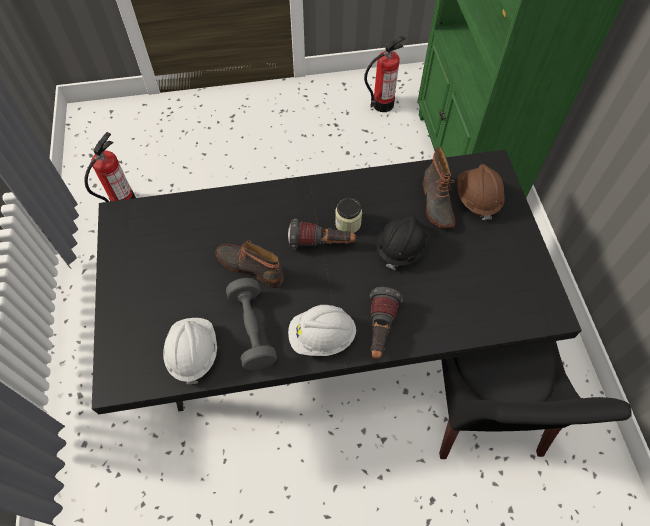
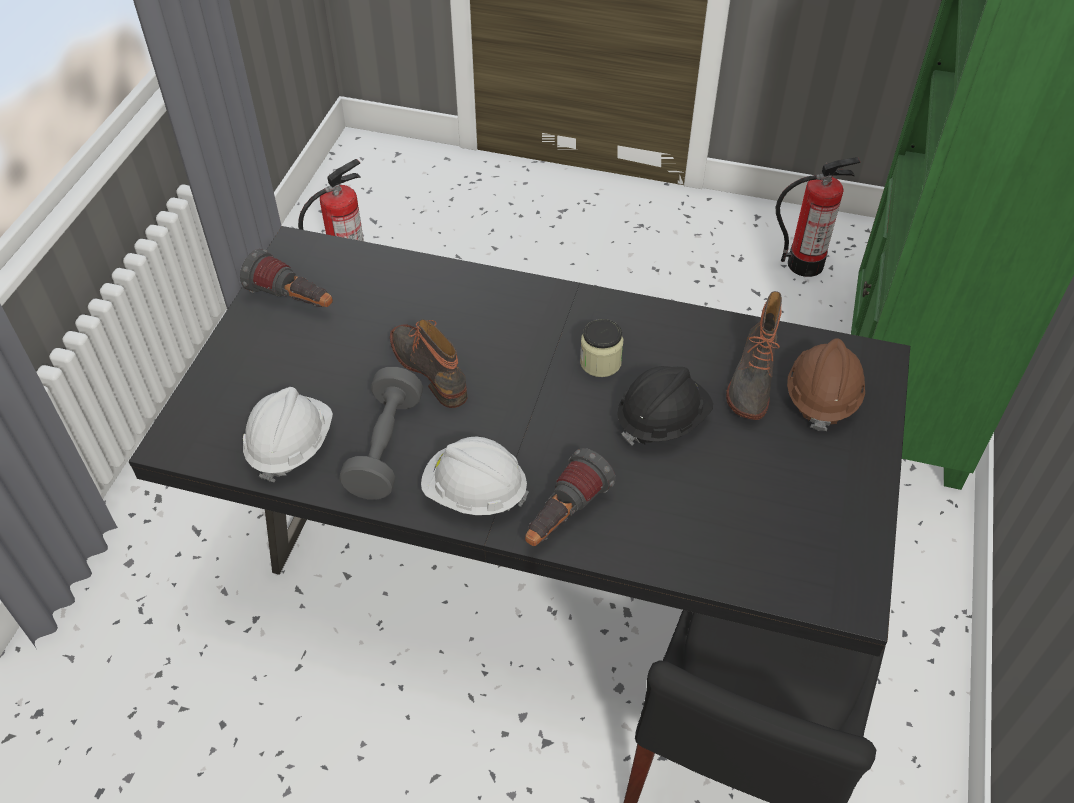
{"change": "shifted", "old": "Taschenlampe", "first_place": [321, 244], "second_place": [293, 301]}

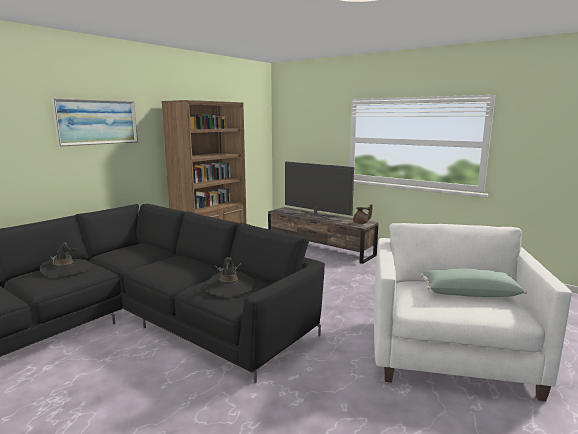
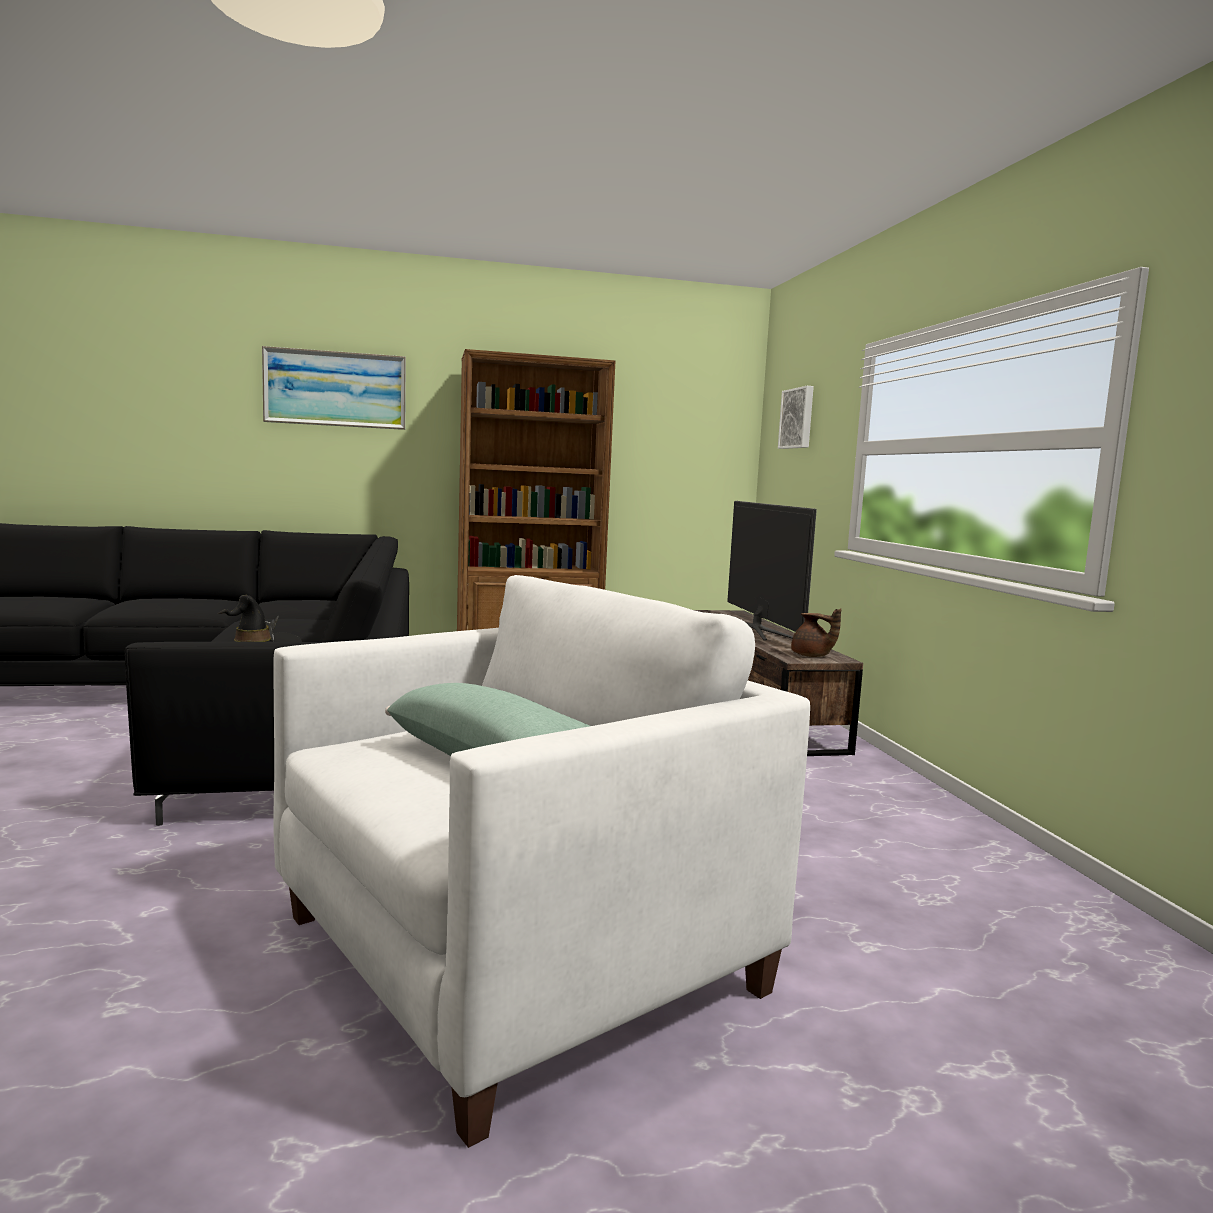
{"change": "new", "new": "Bild", "second_place": [798, 418]}
{"change": "gone", "old": "Hut/schwarz", "first_place": [66, 269]}

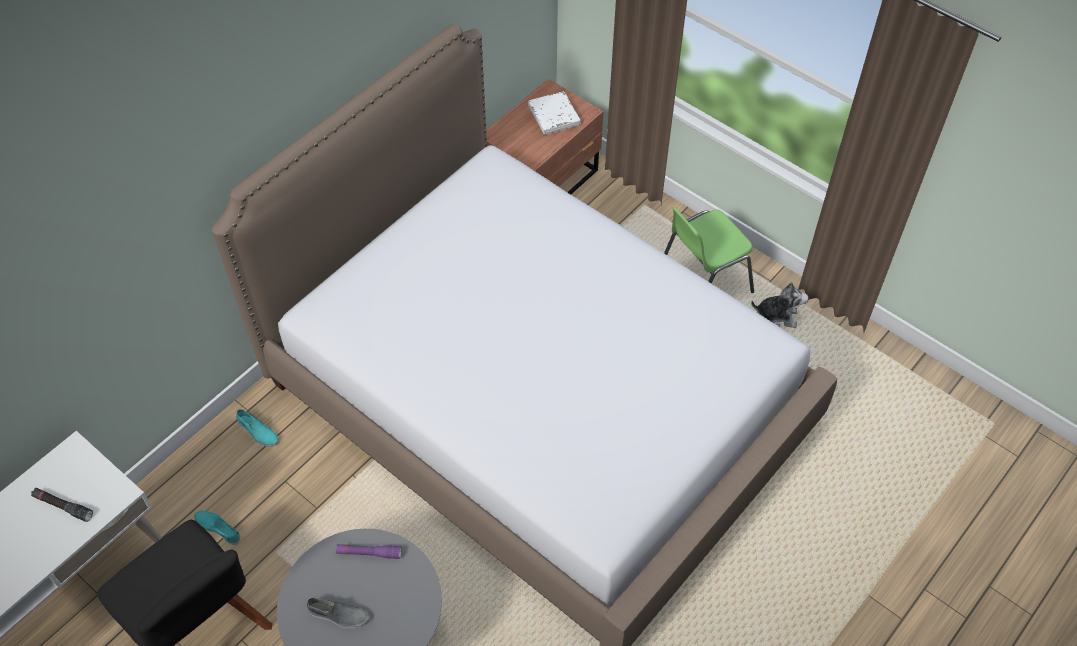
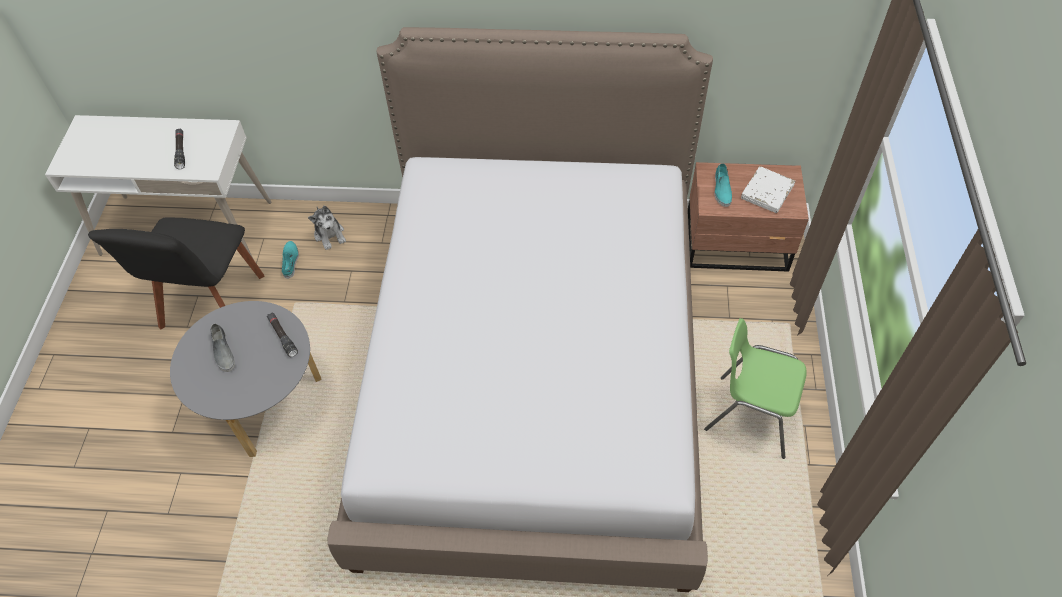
{"change": "repainted", "old": "Taschenlampe/lila", "new": "Taschenlampe/schwarz", "first_place": [369, 553], "second_place": [282, 336]}
{"change": "shifted", "old": "Plüschtier", "first_place": [777, 316], "second_place": [330, 235]}
{"change": "shifted", "old": "Schuh/türkis", "first_place": [258, 432], "second_place": [722, 189]}

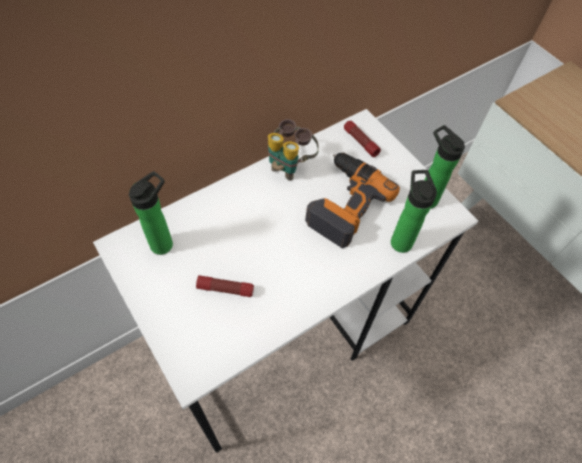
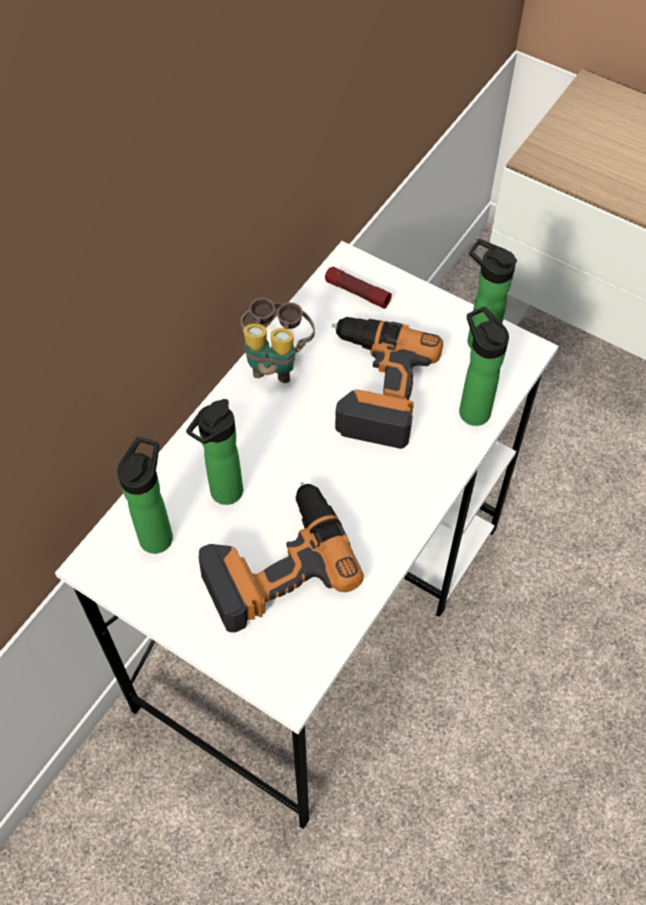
{"change": "new", "new": "Flasche", "second_place": [223, 495]}
{"change": "swapped", "old": "Taschenlampe", "new": "Bohrmaschine", "first_place": [225, 289], "second_place": [275, 562]}

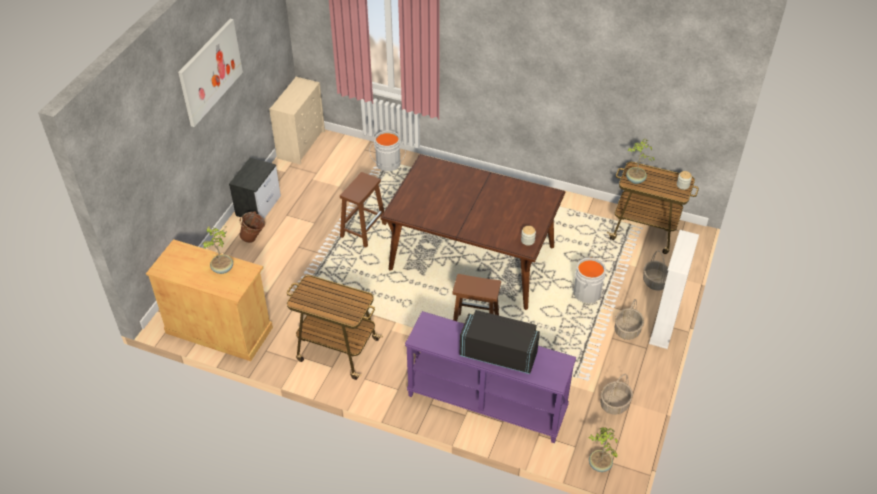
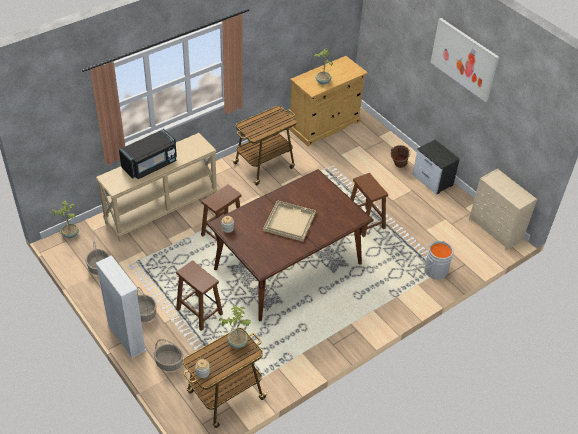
{"change": "repainted", "old": "Konsolentisch/lila", "new": "Konsolentisch/beige", "first_place": [486, 404], "second_place": [161, 208]}
{"change": "swapped", "old": "Eimer/grau", "new": "Hocker/braun", "first_place": [585, 292], "second_place": [199, 311]}
{"change": "new", "new": "Tablett/beige", "second_place": [289, 221]}

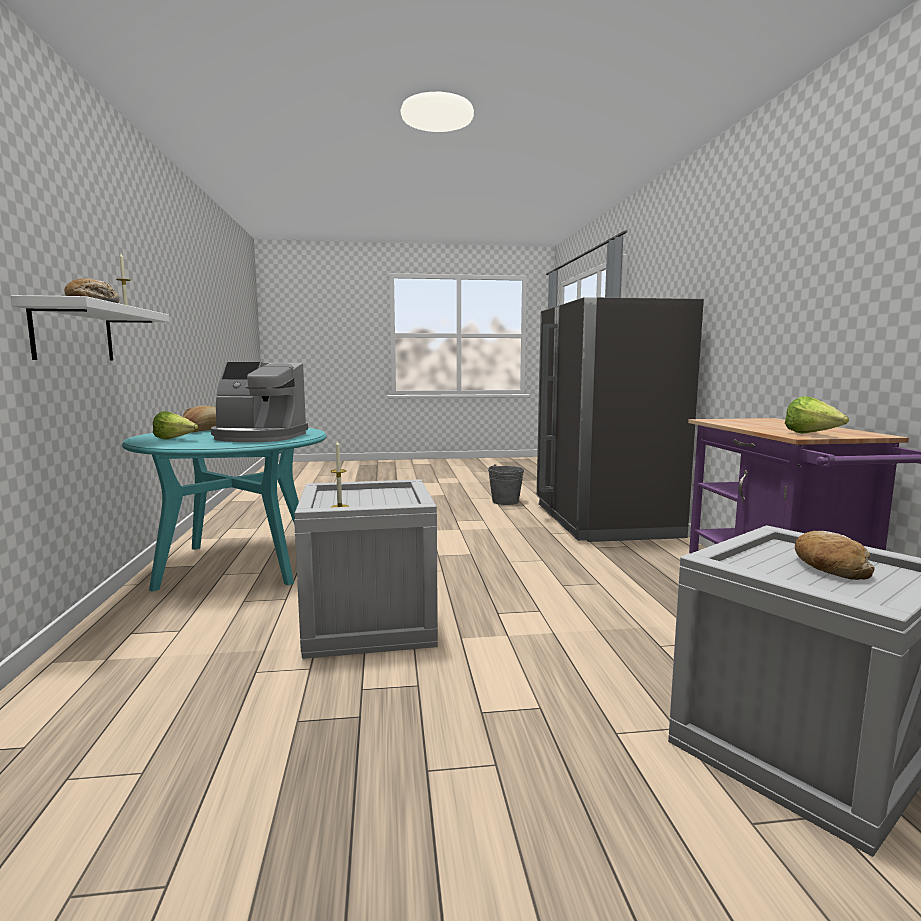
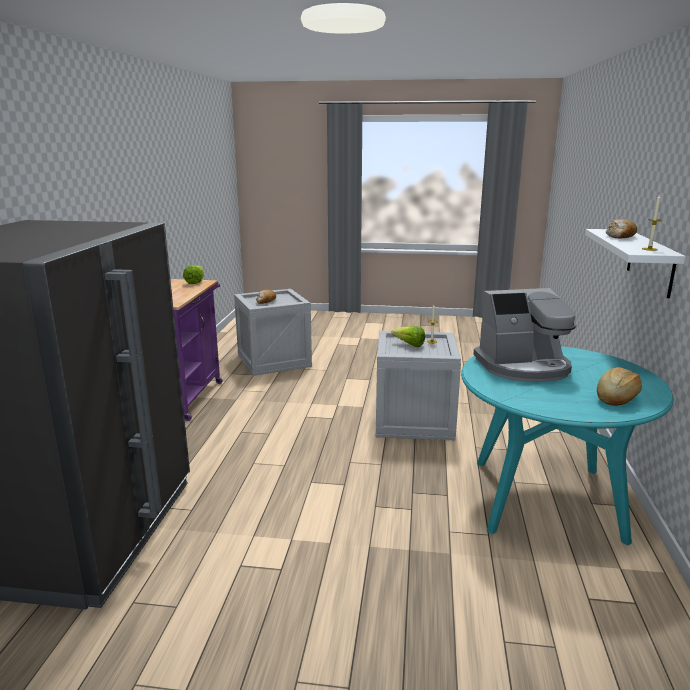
{"change": "shifted", "old": "Salatkopf", "first_place": [174, 439], "second_place": [409, 345]}
{"change": "rotated", "old": "Kaffeemaschine", "first_place": [259, 437], "second_place": [523, 367], "degrees": 150}
{"change": "gone", "old": "Eimer/grau", "first_place": [505, 501]}

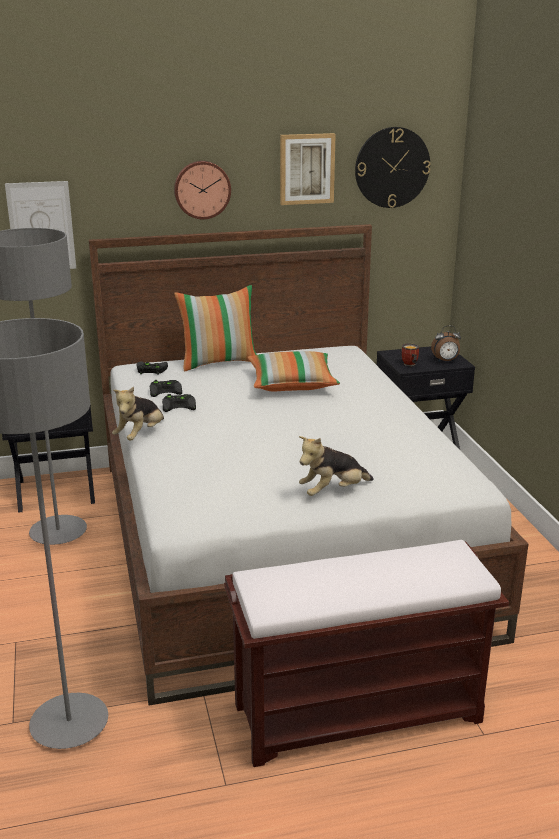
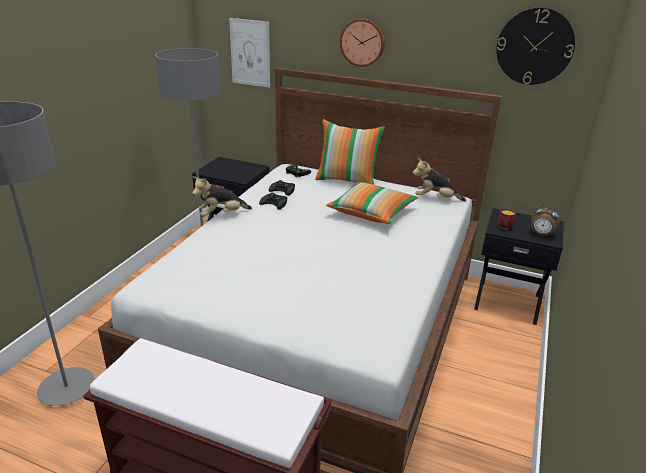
{"change": "shifted", "old": "Plüschtier", "first_place": [333, 492], "second_place": [435, 199]}
{"change": "gone", "old": "Bild", "first_place": [306, 169]}

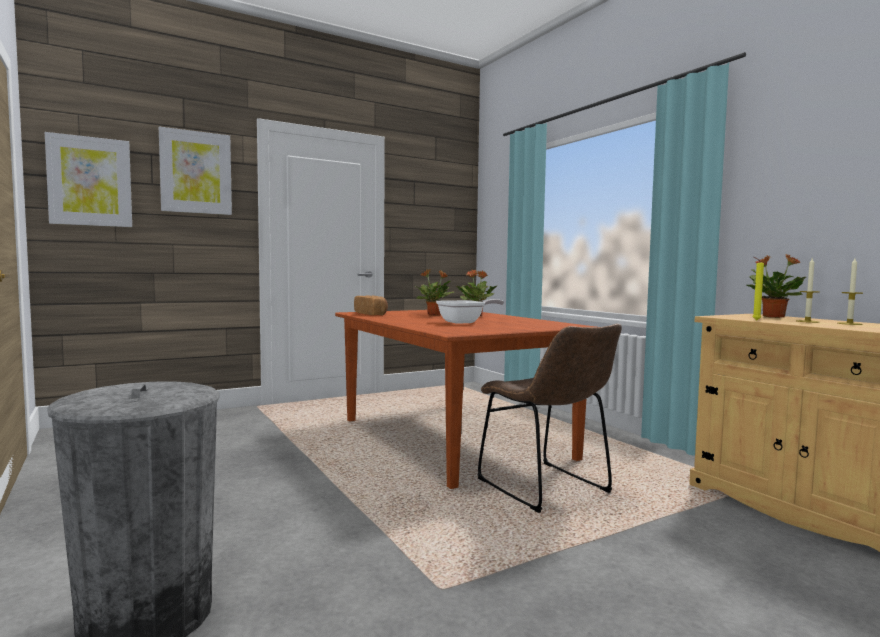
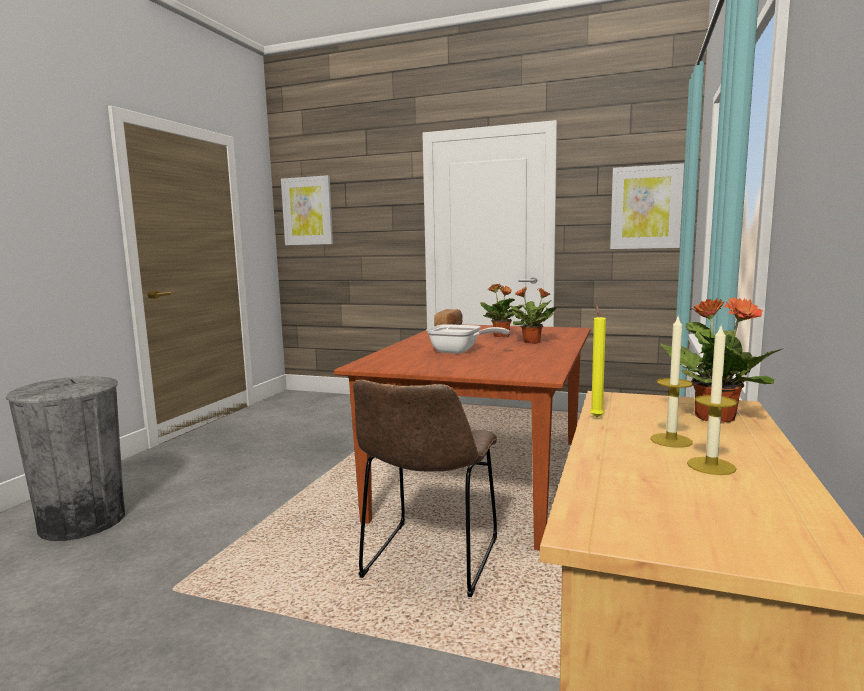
{"change": "shifted", "old": "Bild", "first_place": [196, 172], "second_place": [645, 207]}

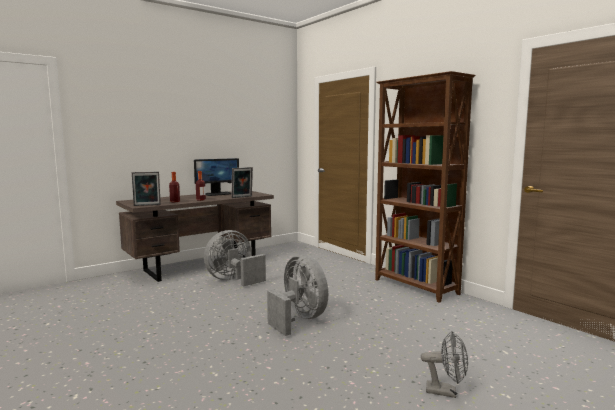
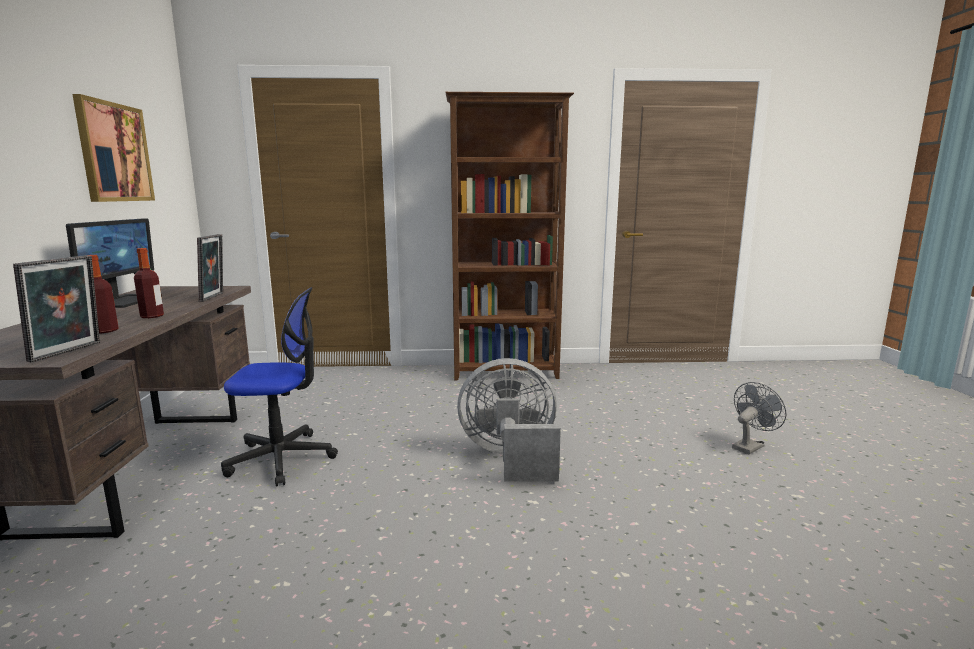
{"change": "new", "new": "Bild", "second_place": [114, 152]}
{"change": "swapped", "old": "Ventilator/grau", "new": "Bürostuhl", "first_place": [234, 280], "second_place": [282, 458]}

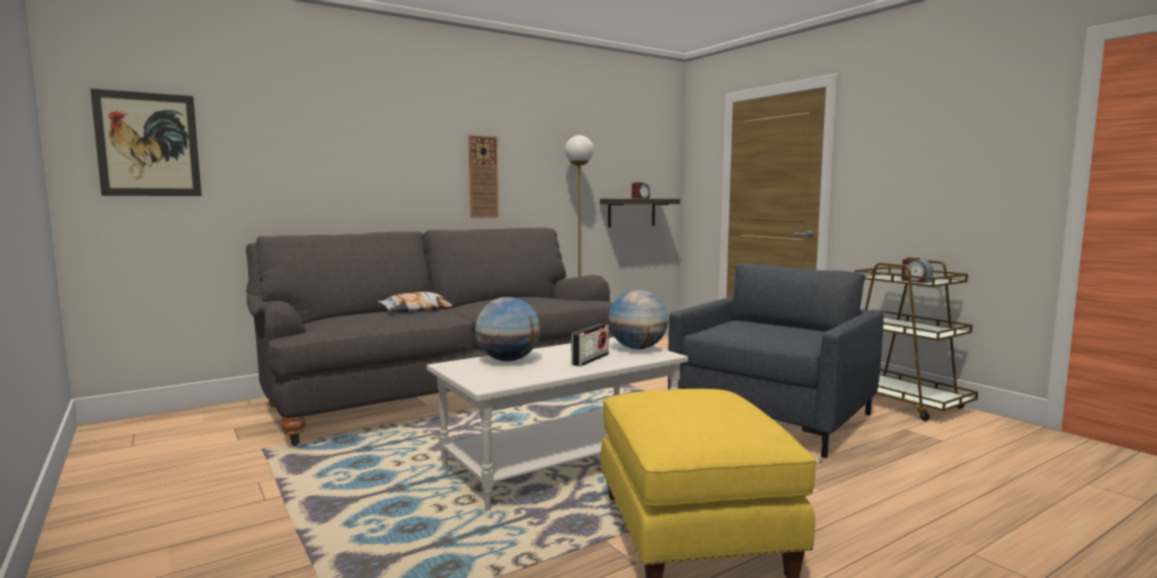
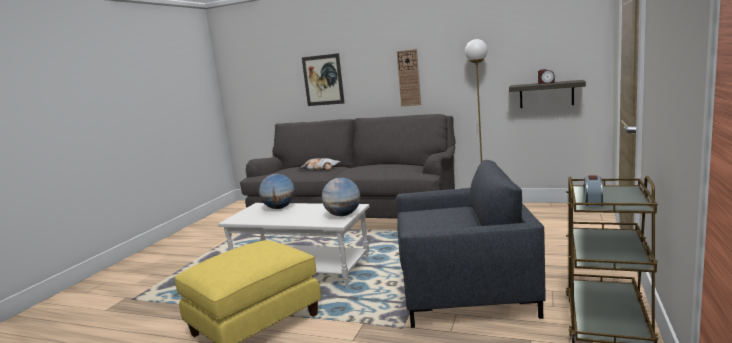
{"change": "shifted", "old": "Bild", "first_place": [148, 144], "second_place": [323, 80]}
{"change": "gone", "old": "Radio", "first_place": [590, 359]}

